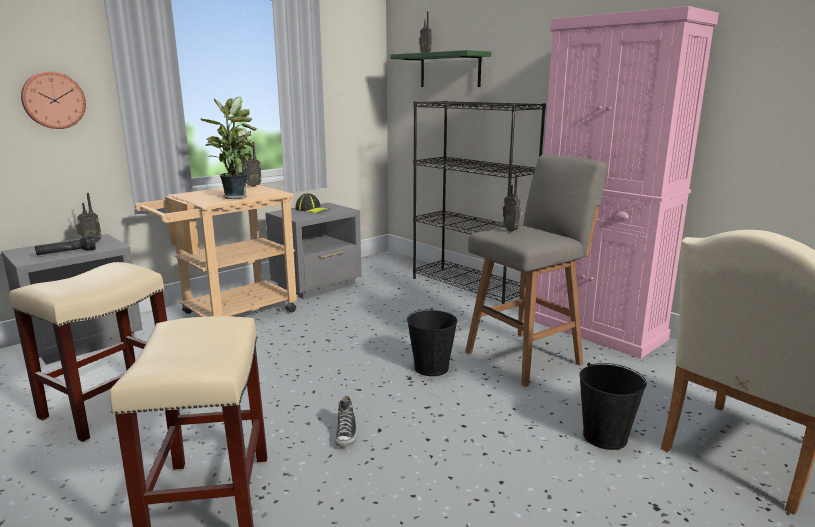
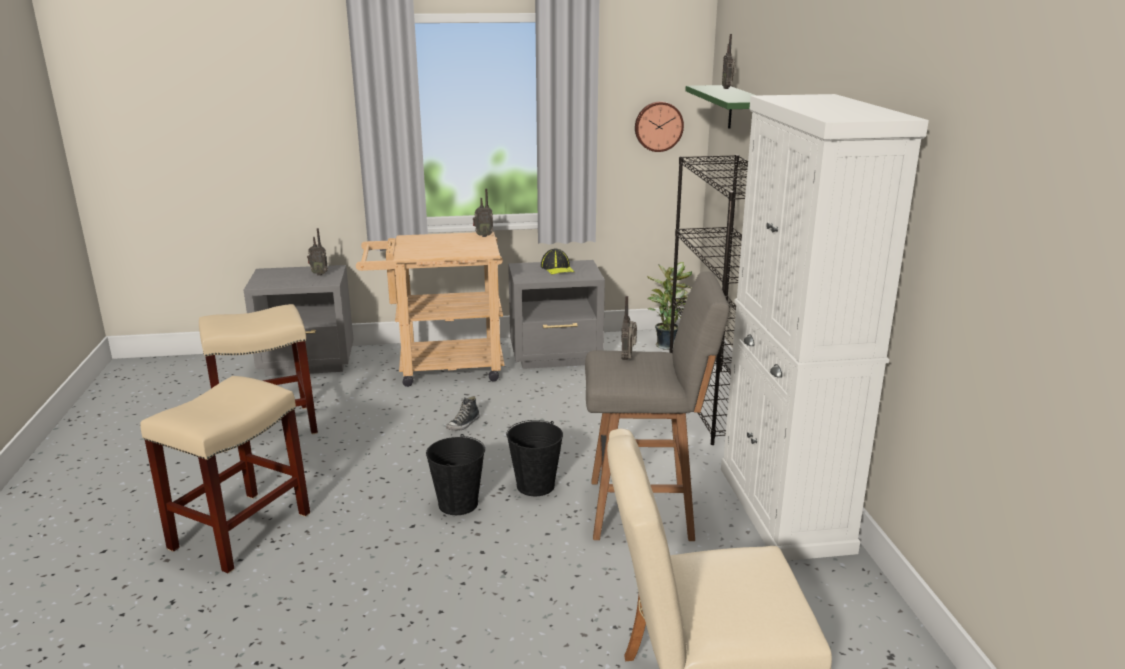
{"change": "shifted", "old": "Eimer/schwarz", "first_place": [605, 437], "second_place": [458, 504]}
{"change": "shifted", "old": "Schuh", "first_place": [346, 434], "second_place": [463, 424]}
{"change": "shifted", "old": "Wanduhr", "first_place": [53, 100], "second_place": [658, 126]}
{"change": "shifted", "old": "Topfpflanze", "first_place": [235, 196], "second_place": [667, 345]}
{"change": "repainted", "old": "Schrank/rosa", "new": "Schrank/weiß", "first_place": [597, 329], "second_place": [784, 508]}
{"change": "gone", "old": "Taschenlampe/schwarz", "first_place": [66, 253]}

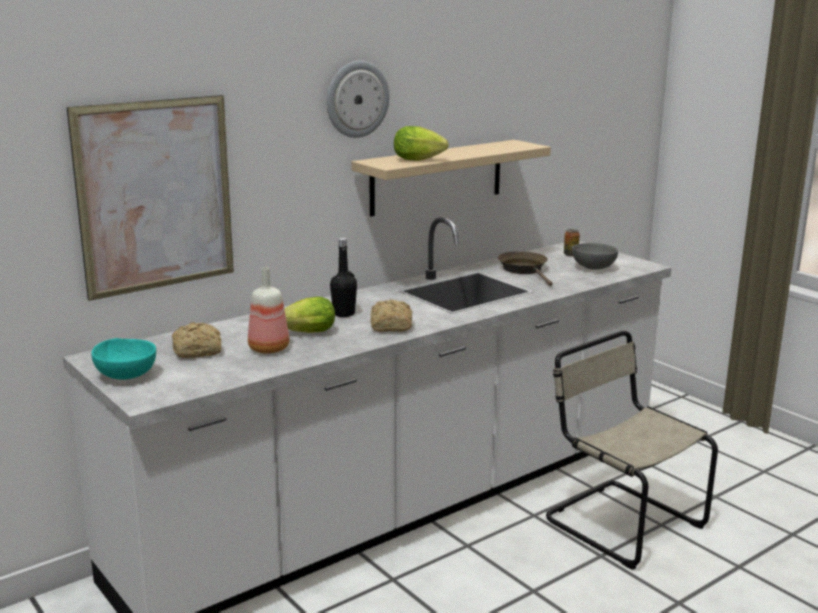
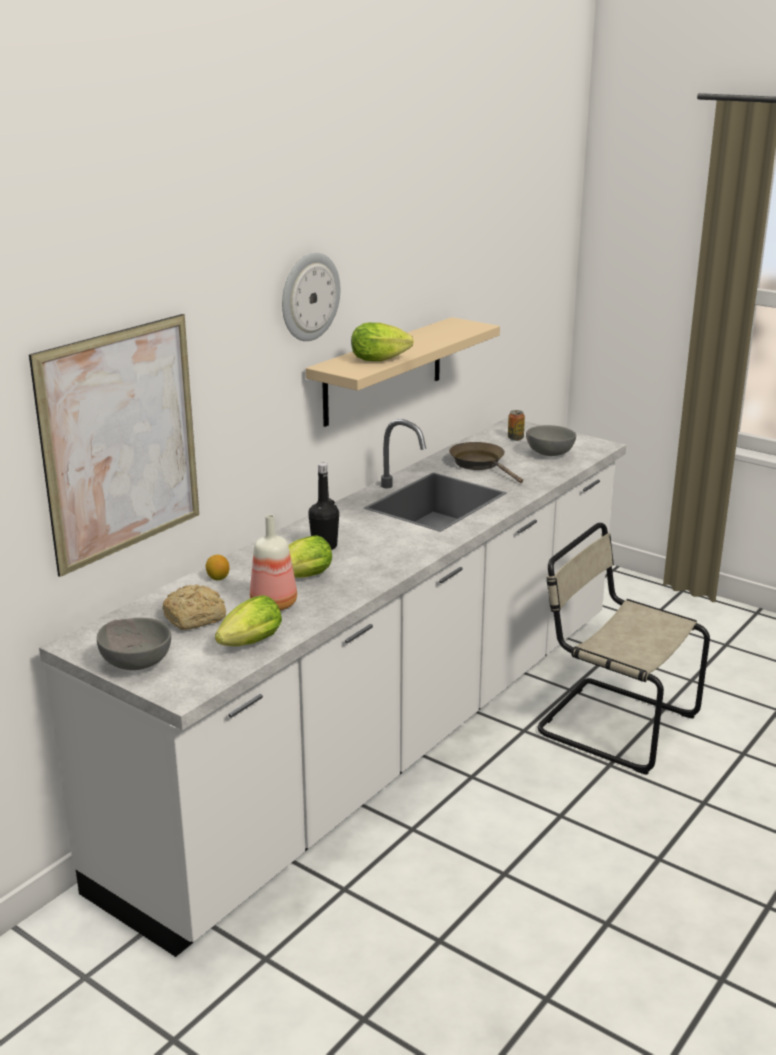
{"change": "repainted", "old": "Schüssel/türkis", "new": "Schüssel/grau", "first_place": [126, 375], "second_place": [136, 662]}
{"change": "new", "new": "Zitrone", "second_place": [218, 578]}
{"change": "new", "new": "Salatkopf", "second_place": [248, 645]}
{"change": "gone", "old": "Brot", "first_place": [390, 326]}

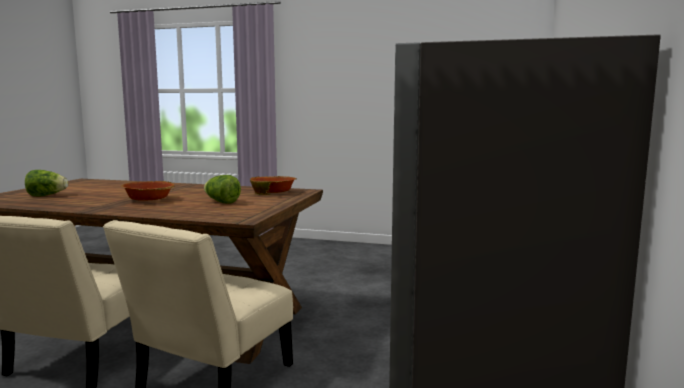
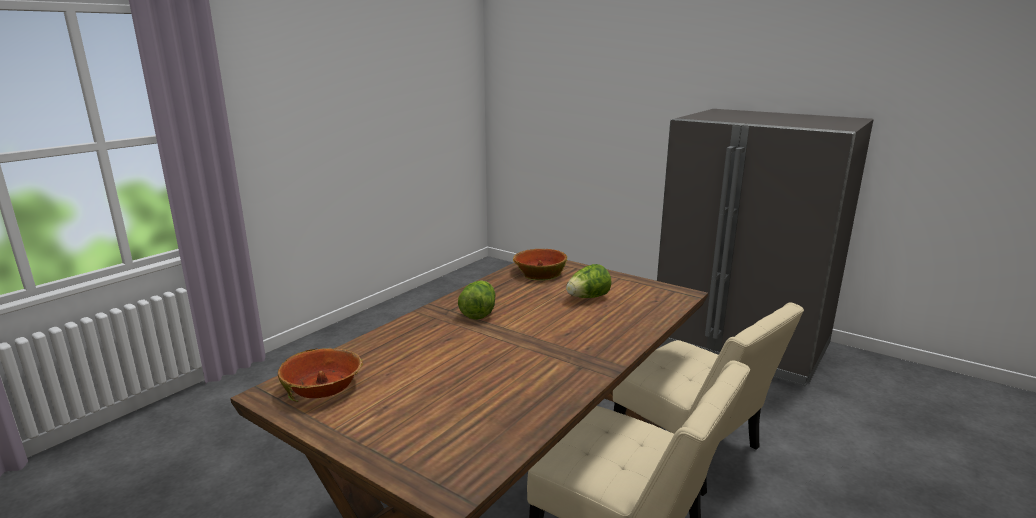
{"change": "shifted", "old": "Schüssel", "first_place": [149, 200], "second_place": [323, 387]}
{"change": "shifted", "old": "Salatkopf", "first_place": [46, 195], "second_place": [479, 313]}

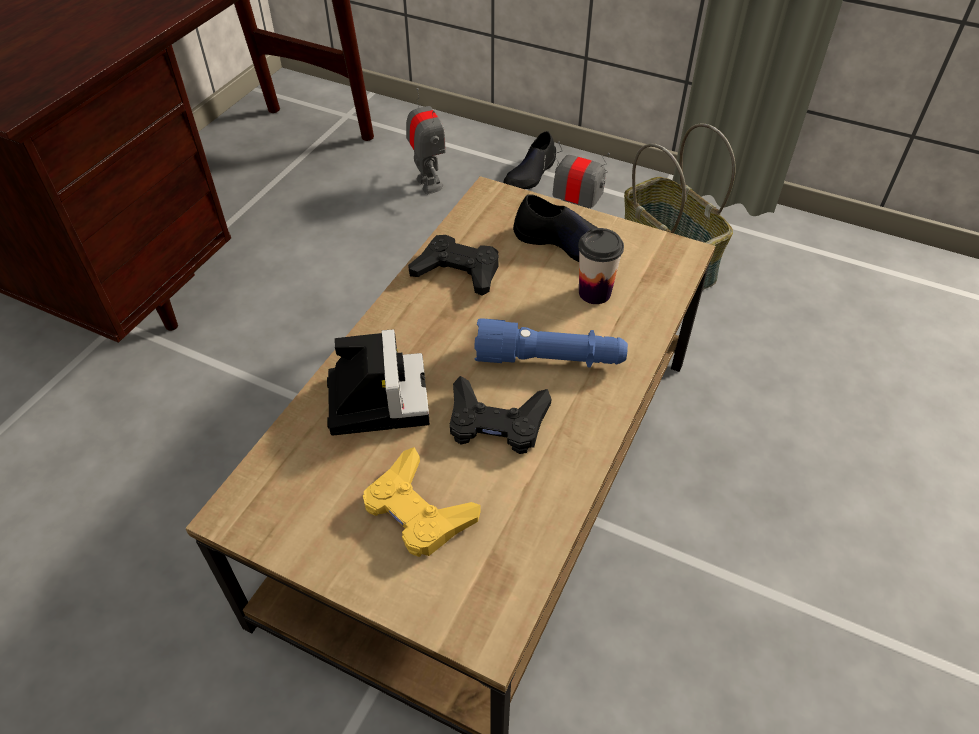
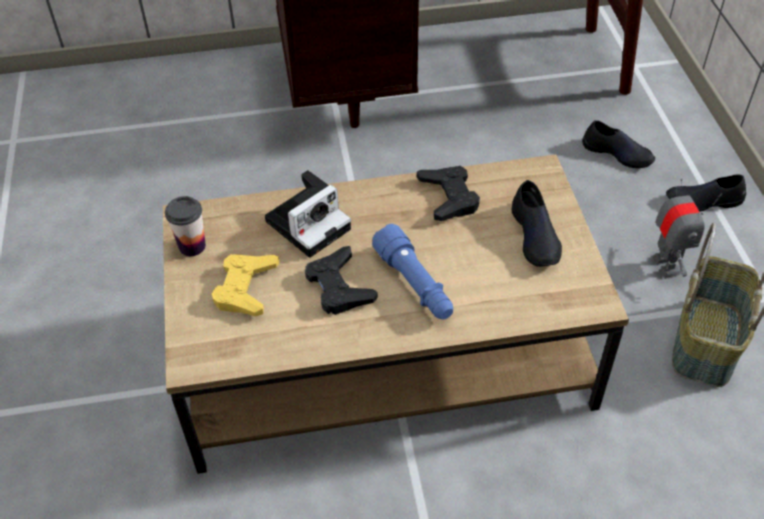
{"change": "shifted", "old": "Tasse", "first_place": [594, 293], "second_place": [192, 246]}
{"change": "swapped", "old": "Spielzeugroboter", "new": "Schuh/schwarz", "first_place": [428, 184], "second_place": [617, 153]}

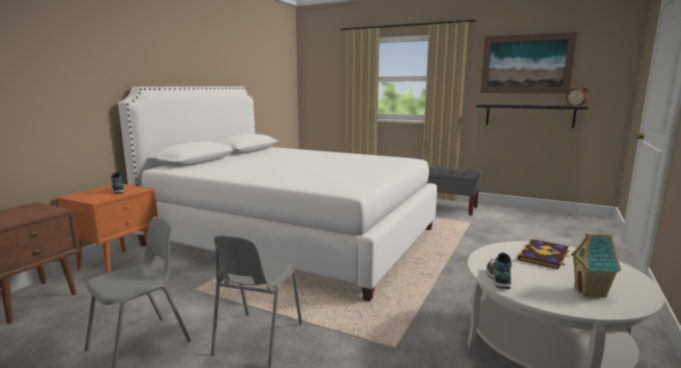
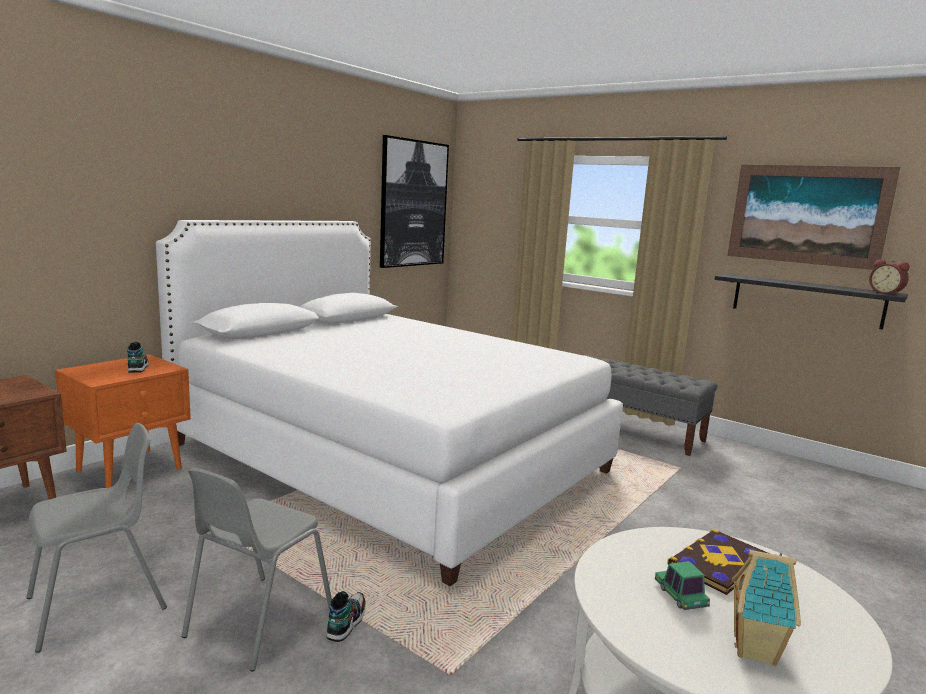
{"change": "shifted", "old": "Schuh", "first_place": [498, 279], "second_place": [346, 622]}
{"change": "new", "new": "Bild", "second_place": [413, 204]}
{"change": "new", "new": "Spielzeugauto", "second_place": [680, 595]}

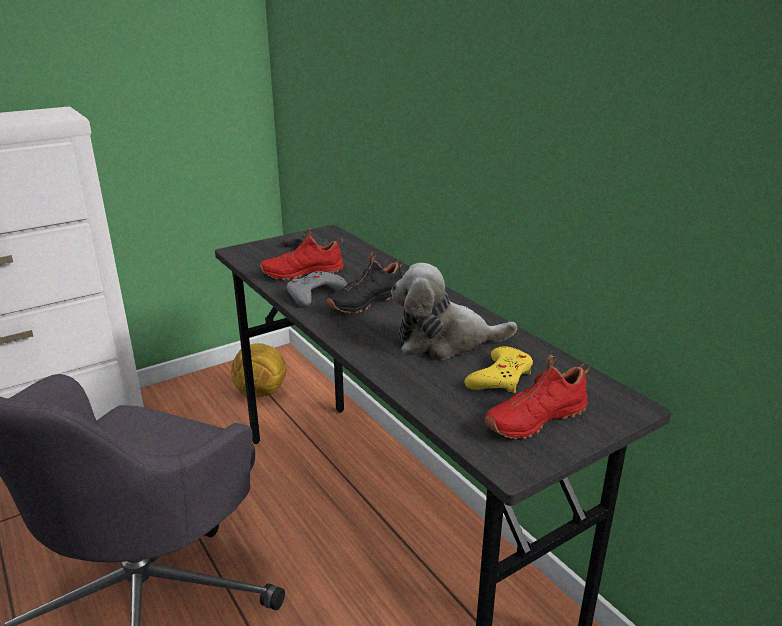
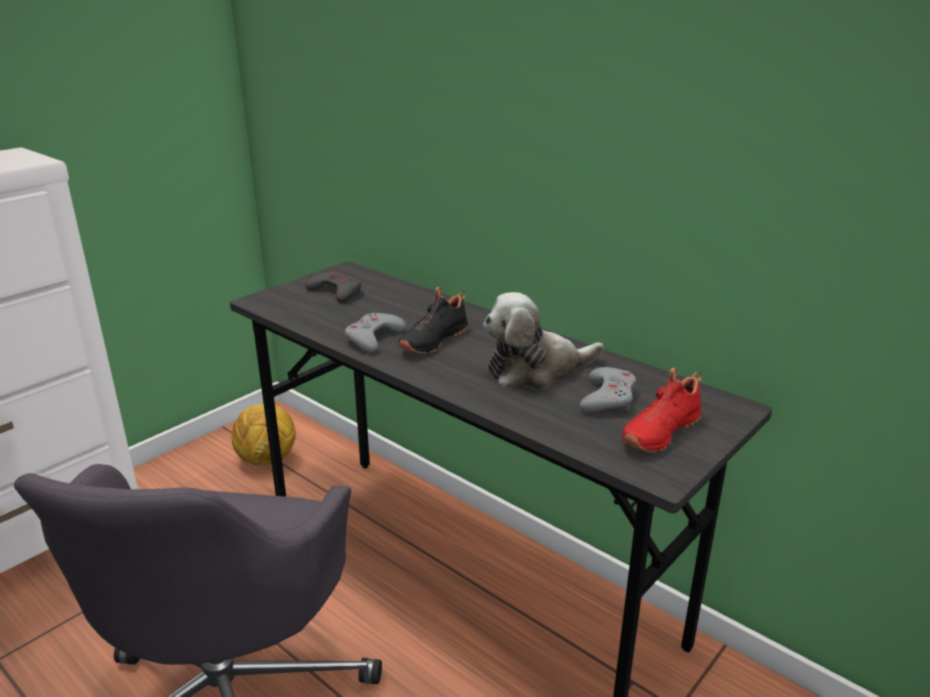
{"change": "repainted", "old": "Gamepad/gelb", "new": "Gamepad/grau", "first_place": [500, 377], "second_place": [608, 397]}
{"change": "gone", "old": "Schuh/rot", "first_place": [302, 272]}

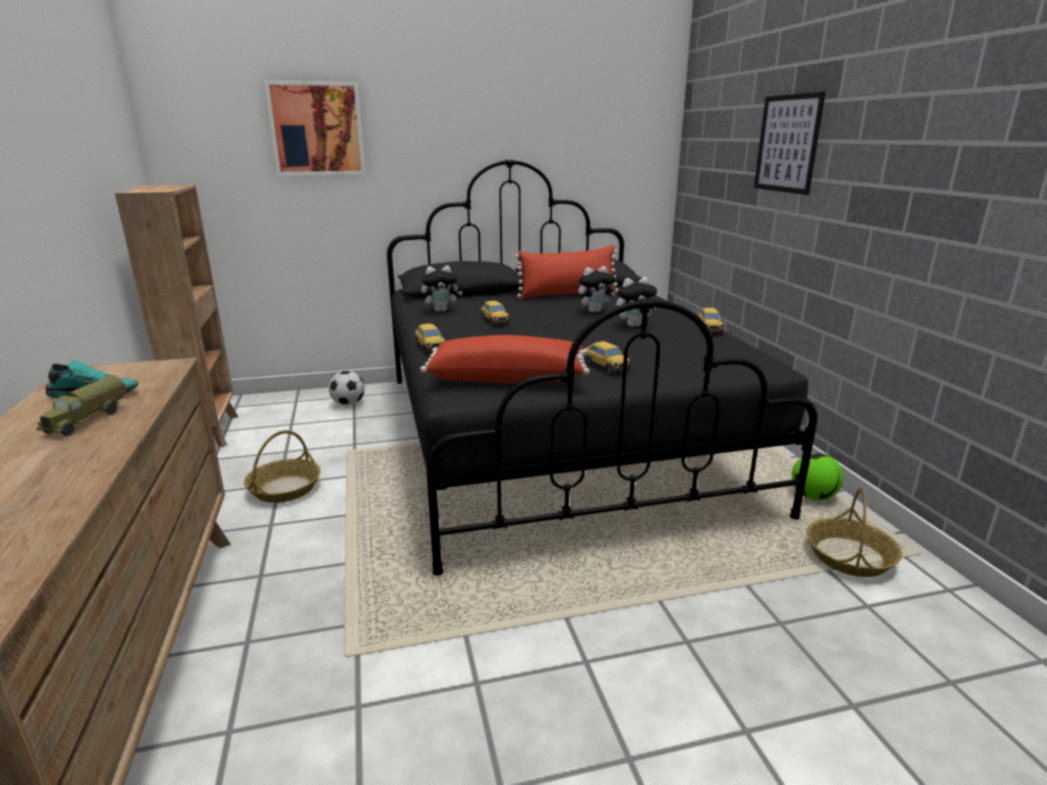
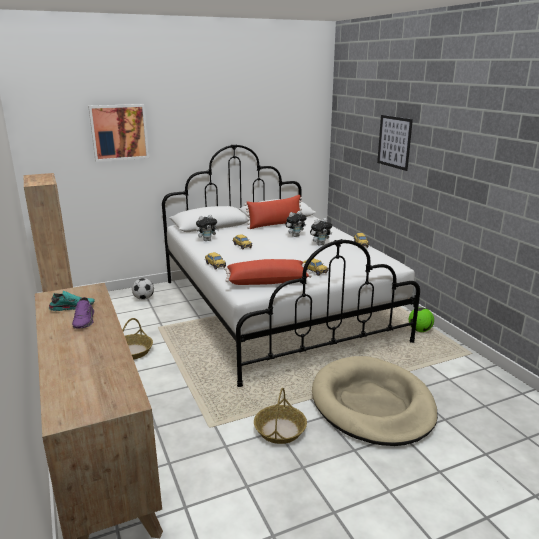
{"change": "swapped", "old": "Spielzeuglaster", "new": "Schuh/lila", "first_place": [88, 420], "second_place": [85, 321]}
{"change": "repainted", "old": "Bett/schwarz", "new": "Bett/weiß", "first_place": [555, 436], "second_place": [276, 309]}
{"change": "shifted", "old": "Korb", "first_place": [849, 556], "second_place": [280, 430]}
{"change": "new", "new": "Hundebett/beige", "second_place": [372, 404]}

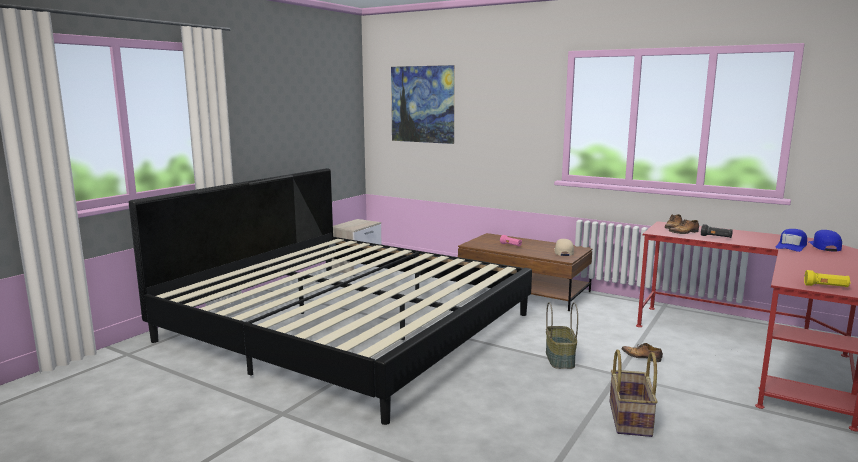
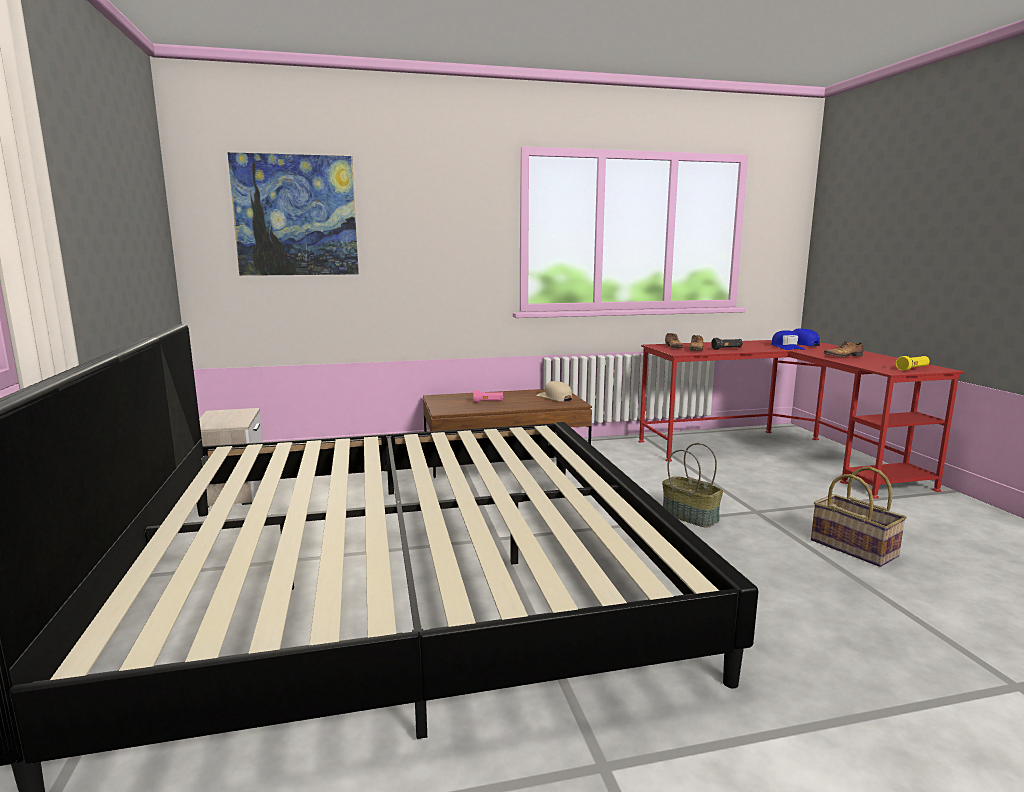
{"change": "shifted", "old": "Schuh", "first_place": [642, 357], "second_place": [844, 356]}

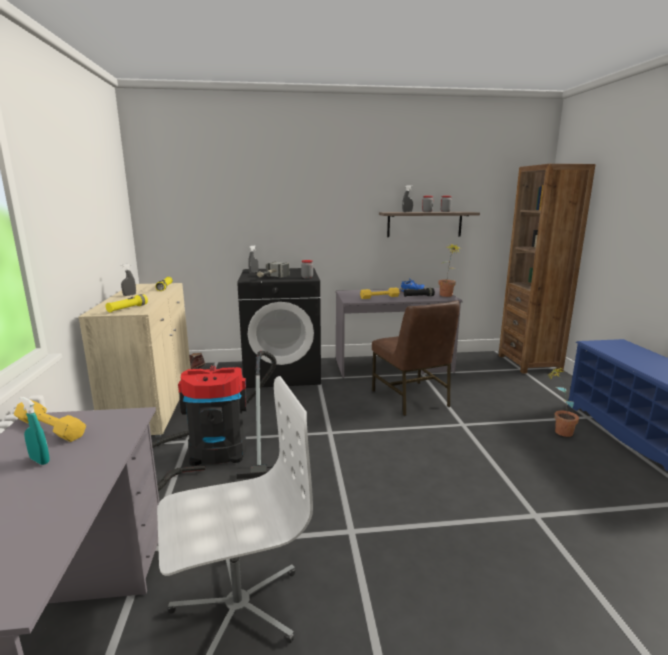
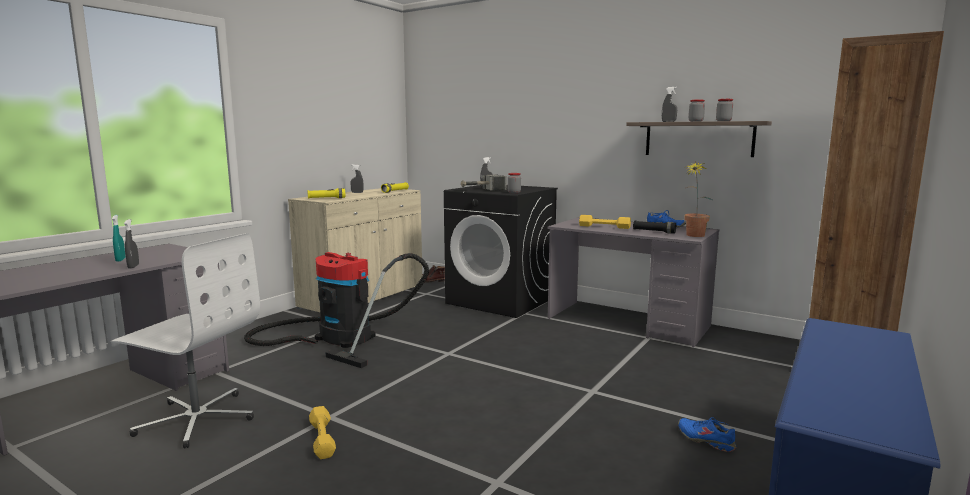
{"change": "new", "new": "Sprühflasche/grau", "second_place": [133, 266]}
{"change": "shifted", "old": "Hantel/gelb", "first_place": [51, 428], "second_place": [322, 438]}
{"change": "swapped", "old": "Topfpflanze", "new": "Schuh/blau", "first_place": [558, 432], "second_place": [705, 440]}
{"change": "gone", "old": "Stuhl/braun", "first_place": [411, 399]}

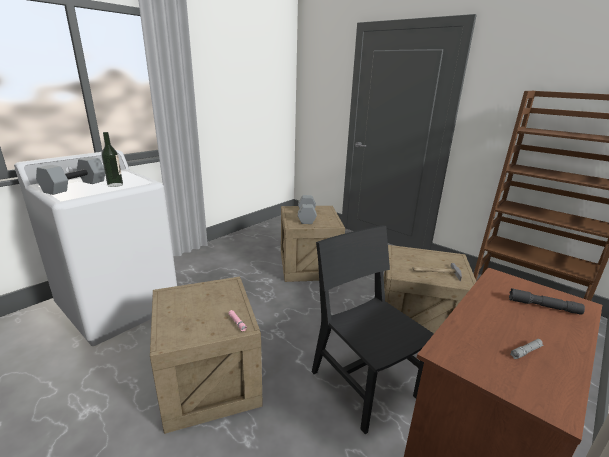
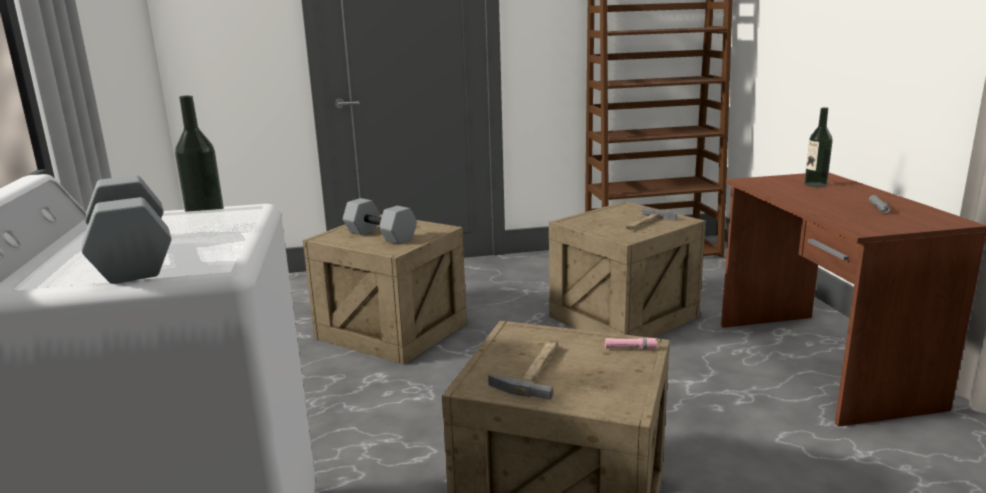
{"change": "new", "new": "Hammer", "second_place": [535, 369]}
{"change": "swapped", "old": "Taschenlampe/grau", "new": "Flasche", "first_place": [543, 306], "second_place": [815, 184]}
{"change": "gone", "old": "Stuhl/schwarz", "first_place": [364, 384]}

